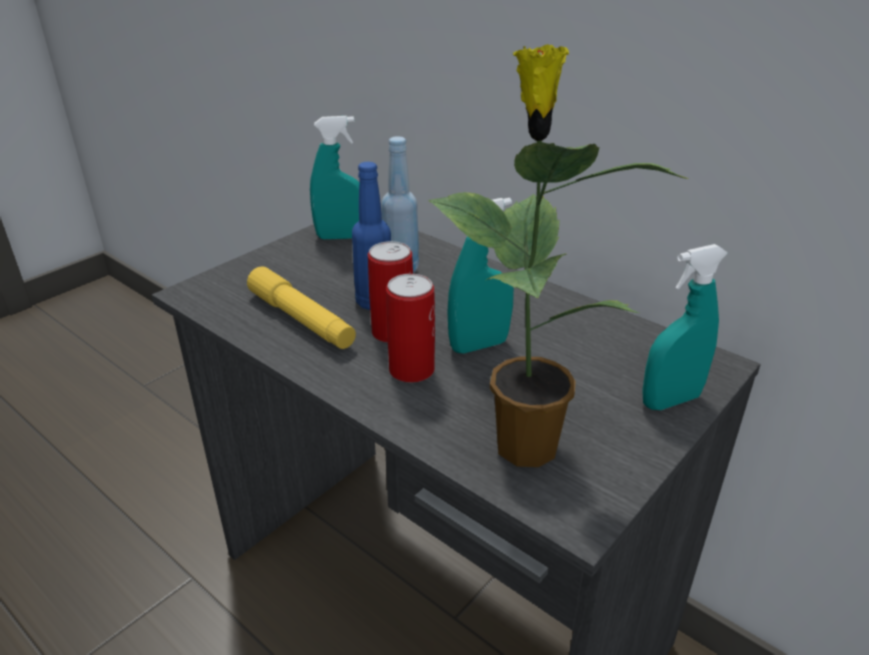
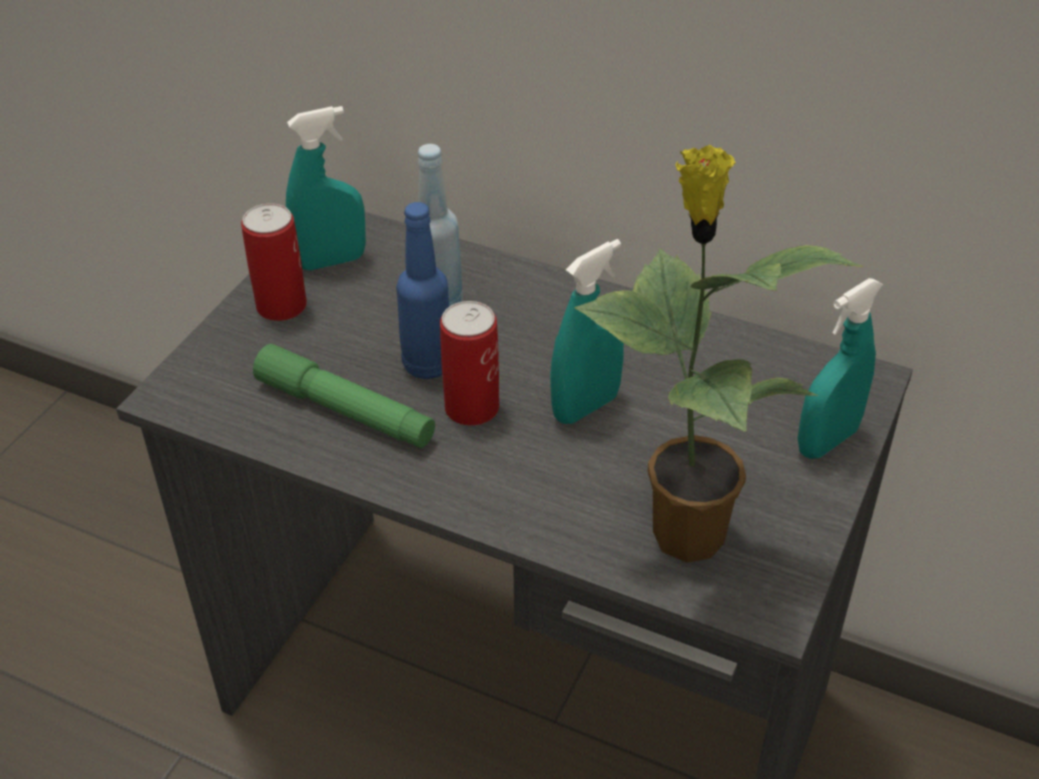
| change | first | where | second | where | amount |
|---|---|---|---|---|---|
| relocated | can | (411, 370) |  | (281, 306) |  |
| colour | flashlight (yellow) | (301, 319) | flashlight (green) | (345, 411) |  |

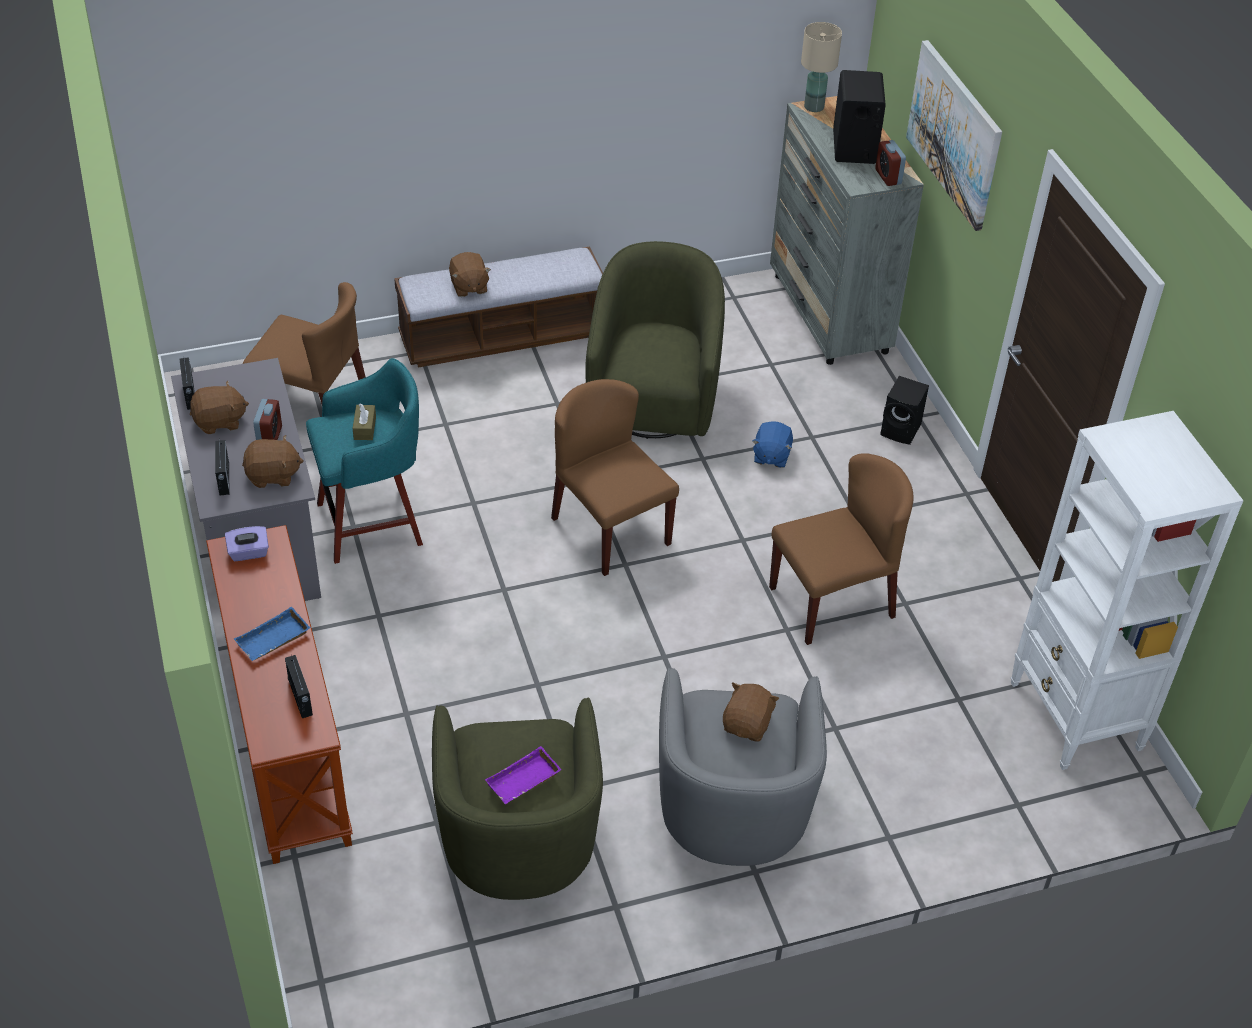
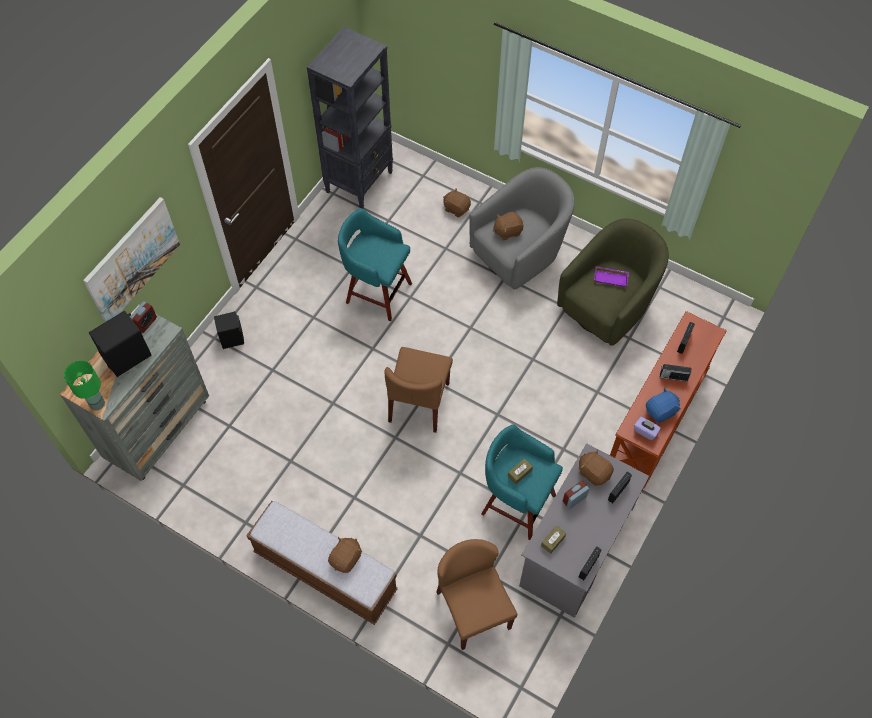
| change | first | where | second | where | amount |
|---|---|---|---|---|---|
| colour | table lamp (beige) | (814, 107) | table lamp (green) | (97, 403) |  |
| colour | bookcase (white) | (1075, 717) | bookcase (black) | (359, 181) |  |
| exchanged | chair (brown) | (832, 601) | stool (turquoise) | (377, 292) |  |
| relocated | plush toy (brown) | (220, 422) |  | (456, 208) |  |
| appeared |  |  | tissue box (brown) | (553, 541) |  |
| relocated | plush toy (blue) | (771, 456) |  | (661, 411) |  |
| exchanged | tray (blue) | (273, 641) | radio | (673, 377) |  |
| missing | armchair (green) | (654, 397) |  |  |  |

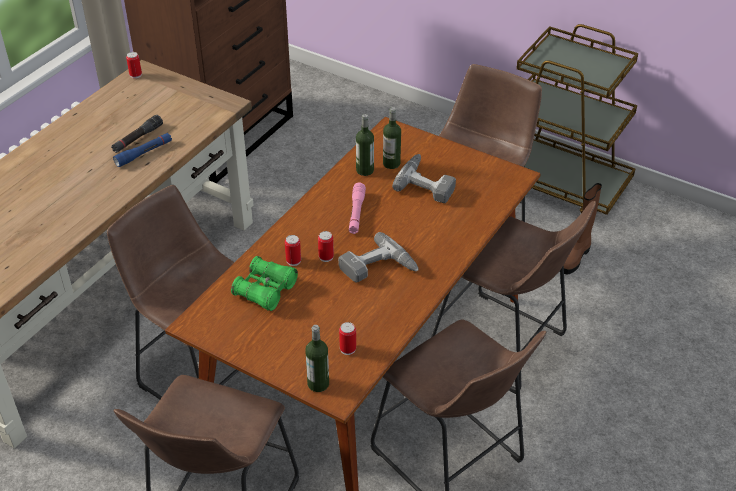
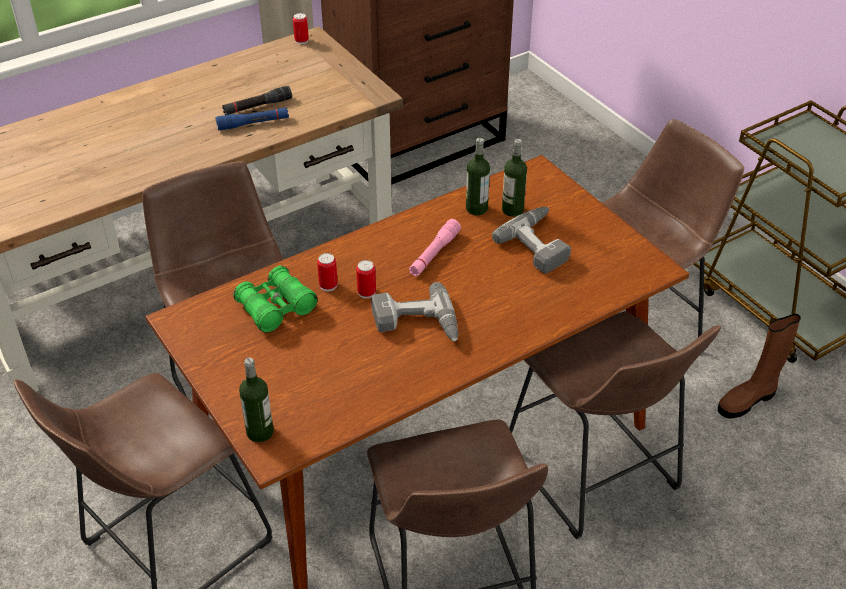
| change | first | where | second | where | amount |
|---|---|---|---|---|---|
| missing | can | (348, 349) |  |  |  |

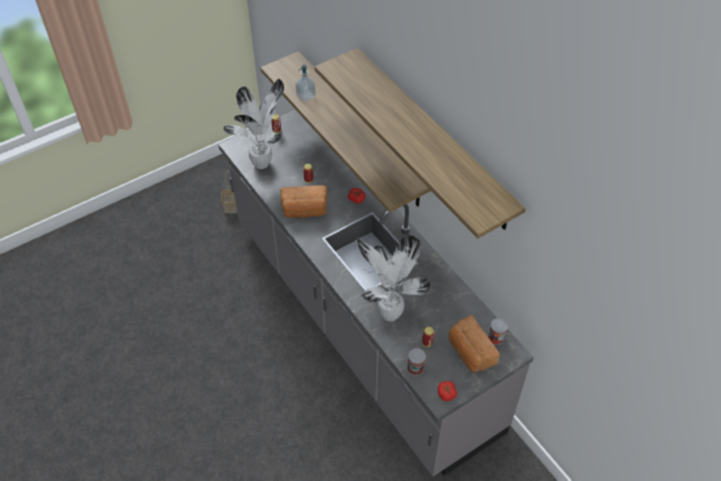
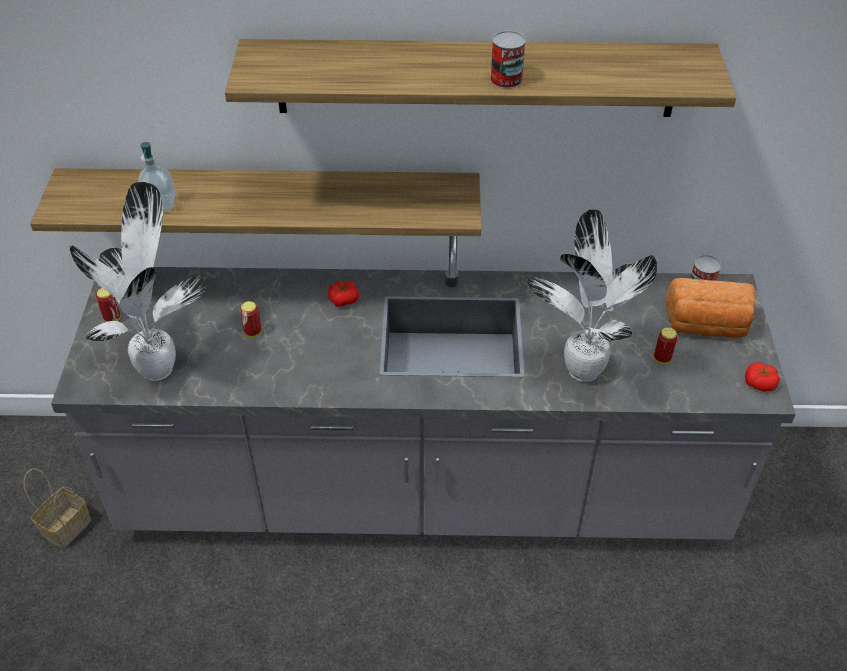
| change | first | where | second | where | amount |
|---|---|---|---|---|---|
| relocated | can | (415, 368) |  | (506, 79) |  |
| missing | bread | (304, 210) |  |  |  |

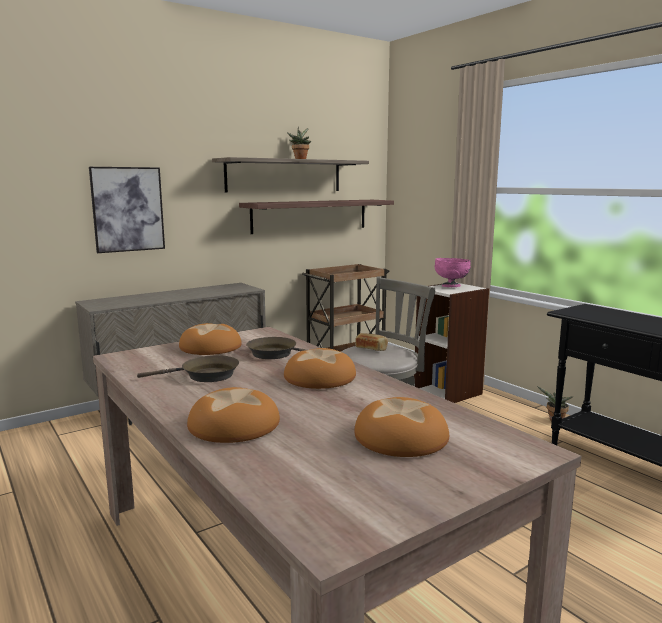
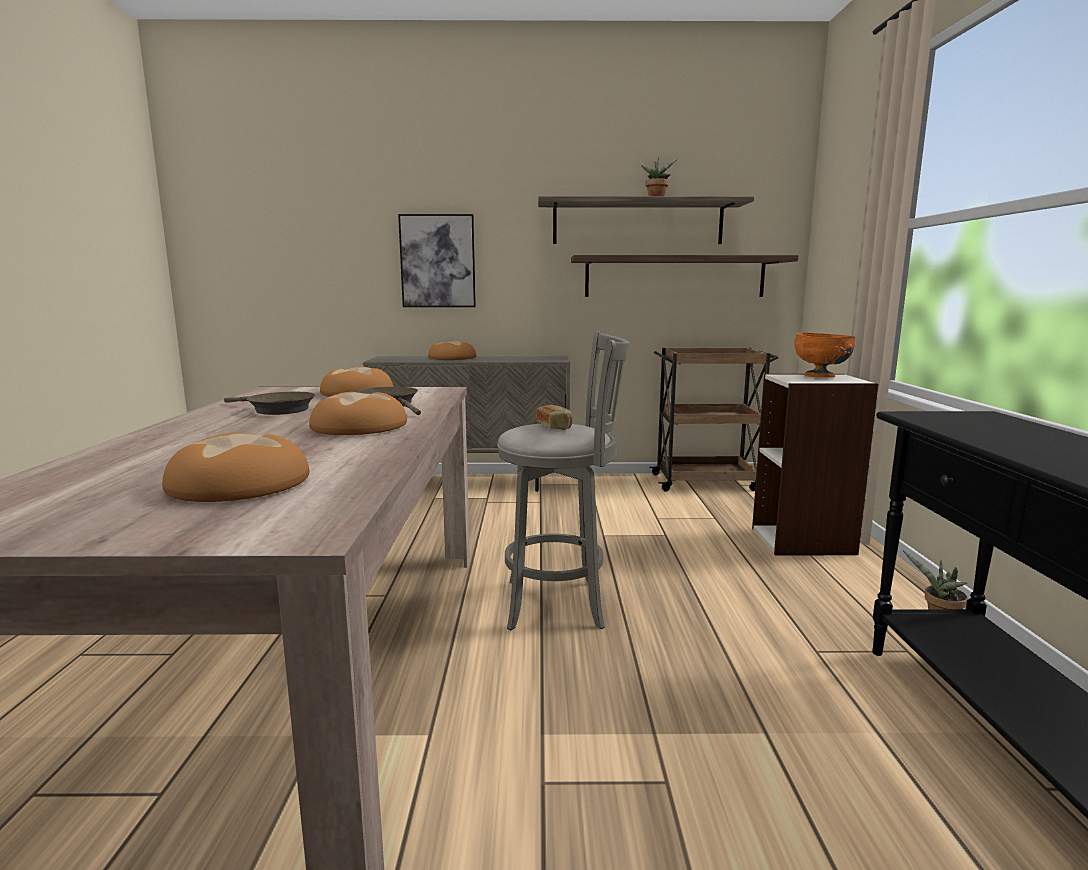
| change | first | where | second | where | amount |
|---|---|---|---|---|---|
| relocated | bread | (235, 424) |  | (453, 358) |  |
| colour | bowl (pink) | (451, 286) | bowl (orange) | (820, 377) |  |

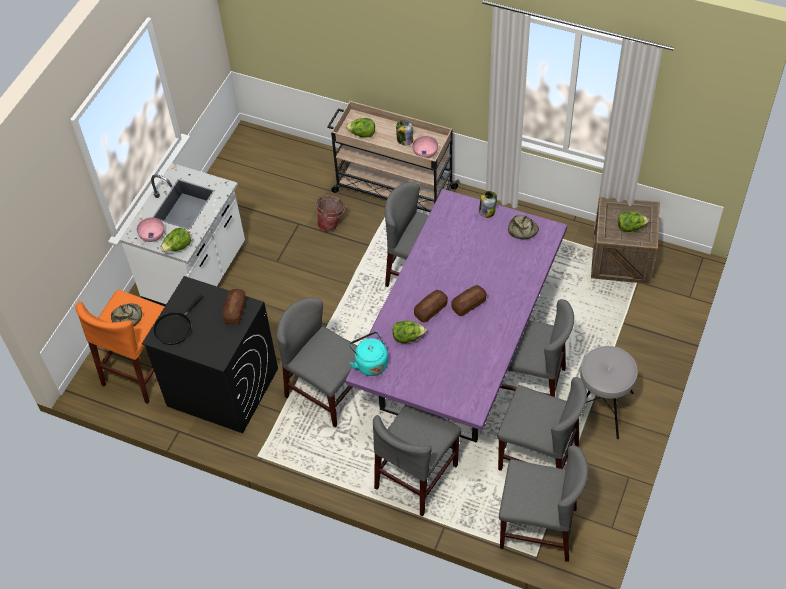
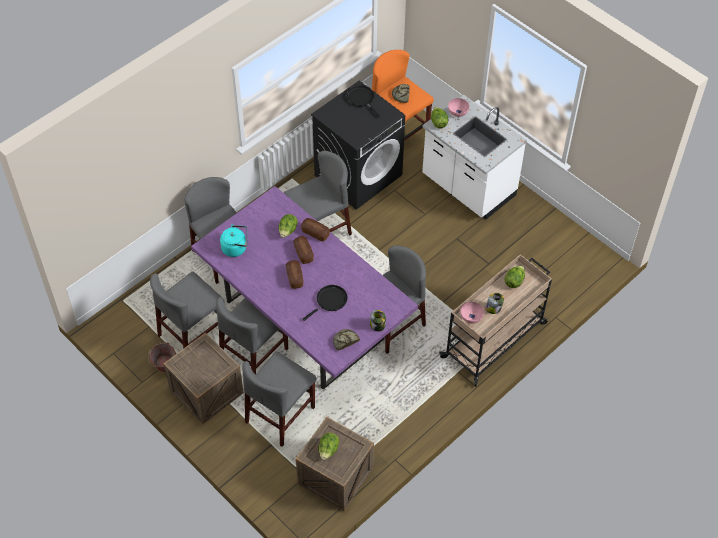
| change | first | where | second | where | amount |
|---|---|---|---|---|---|
| relocated | bucket | (332, 224) |  | (164, 368) |  |
| exchanged | stool (grey) | (601, 408) | crate | (206, 392) |  |
| relocated | kettle (turquoise) | (370, 363) |  | (236, 248) |  |
| relocated | chair (grey) | (538, 528) |  | (280, 415) |  |
| relocated | bread | (235, 310) |  | (315, 233) |  |
| appeared |  |  | frying pan (black) | (330, 301) |  |

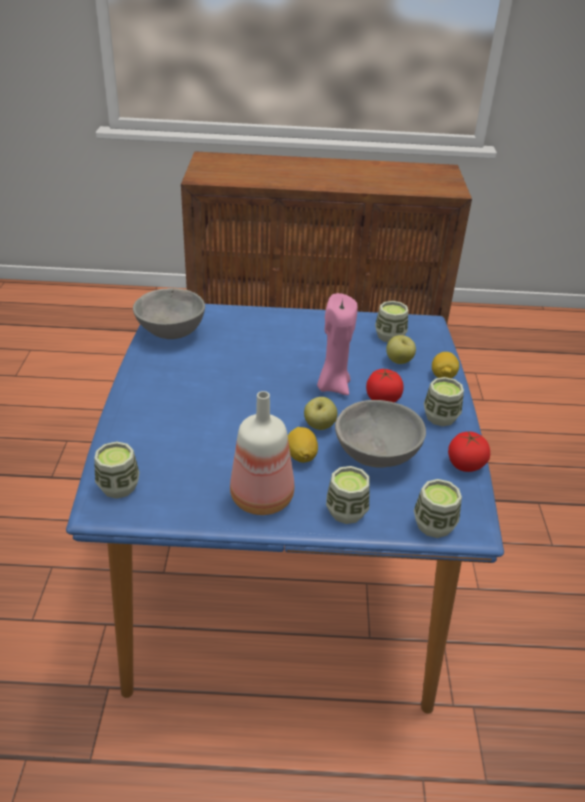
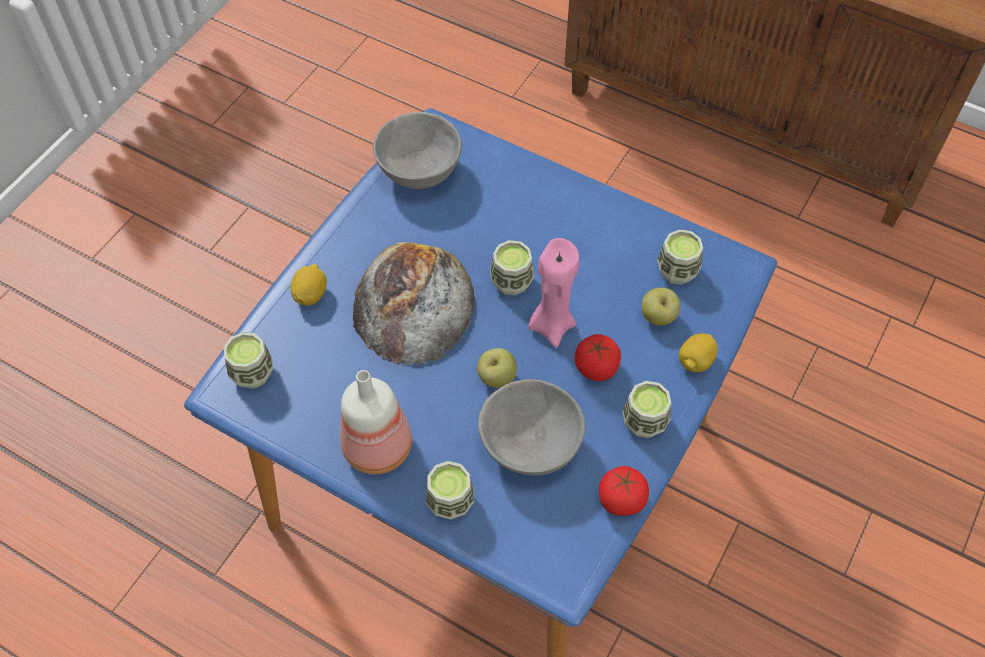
| change | first | where | second | where | amount |
|---|---|---|---|---|---|
| relocated | lemon | (301, 456) |  | (310, 294) |  |
| appeared |  |  | bread | (413, 302) |  |
| relocated | cup | (434, 525) |  | (511, 281) |  |

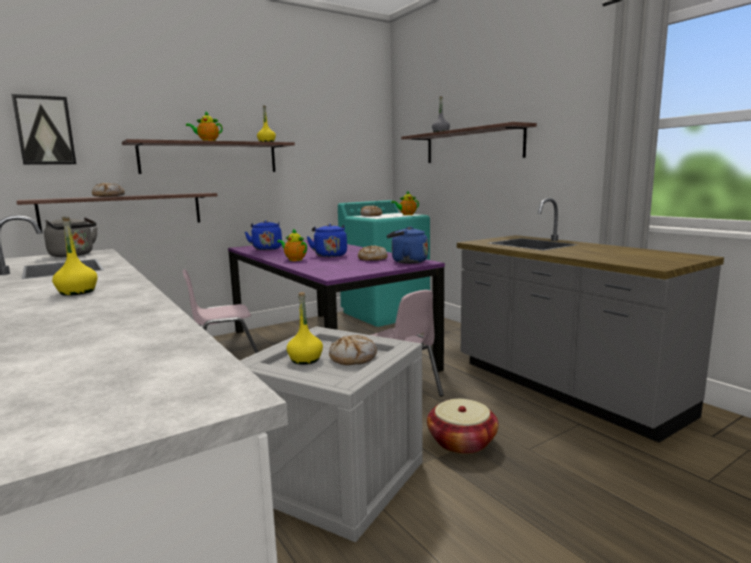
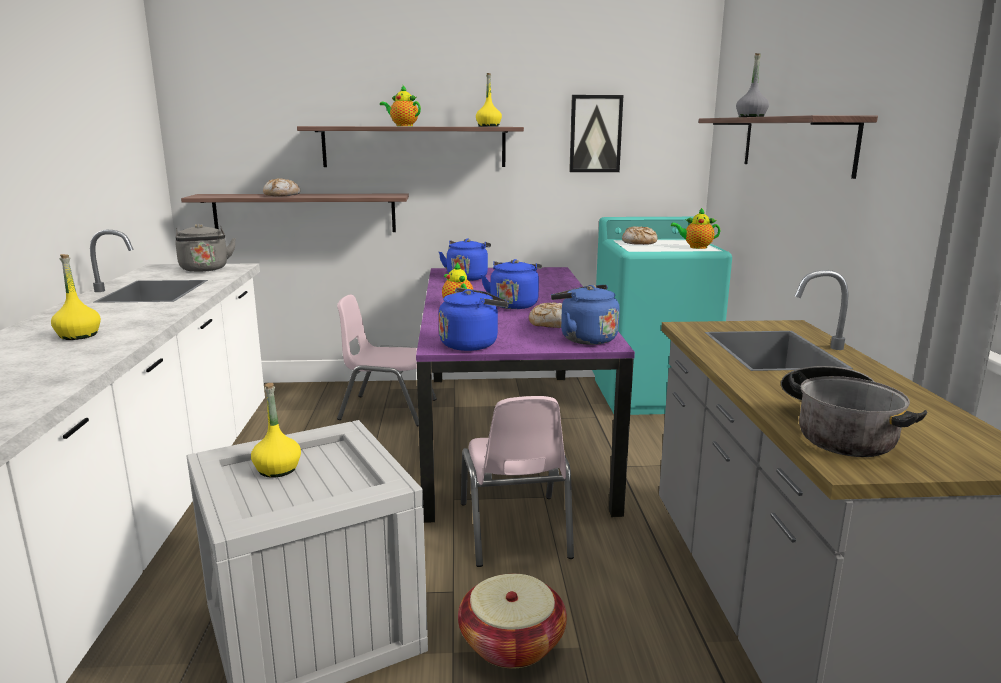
| change | first | where | second | where | amount |
|---|---|---|---|---|---|
| appeared |  |  | kettle (blue) | (472, 344) |  |
| relocated | picture | (45, 130) |  | (595, 134) |  |
| appeared |  |  | cooking pot | (837, 431) |  |
| missing | bread | (353, 358) |  |  |  |

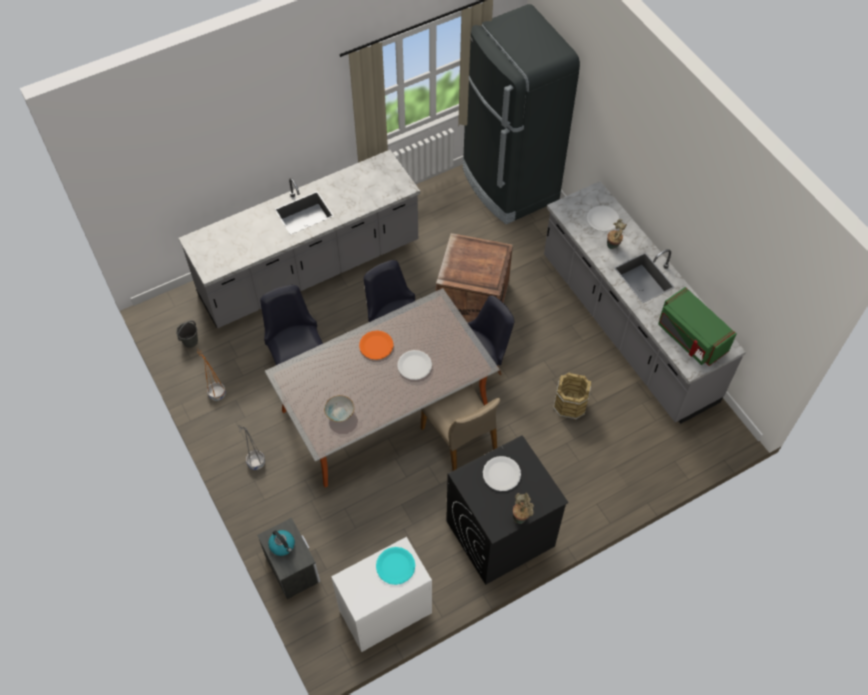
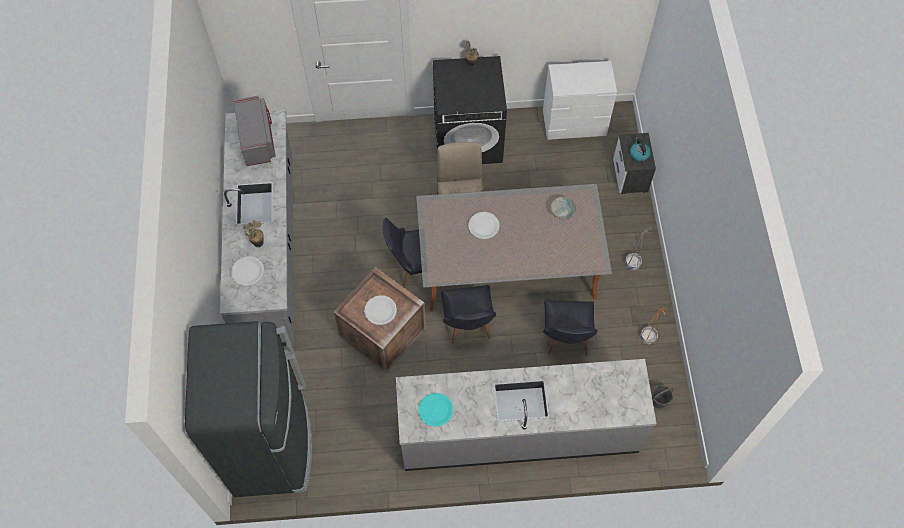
| change | first | where | second | where | amount |
|---|---|---|---|---|---|
| colour | microwave (green) | (690, 338) | microwave (grey) | (258, 139) |  |
| relocated | plate (white) | (501, 474) |  | (380, 310) |  |
| relocated | plate (turquoise) | (395, 566) |  | (435, 410) |  |
| missing | plate (orange) | (376, 346) |  |  |  |
| missing | bucket (brown) | (570, 405) |  |  |  |

